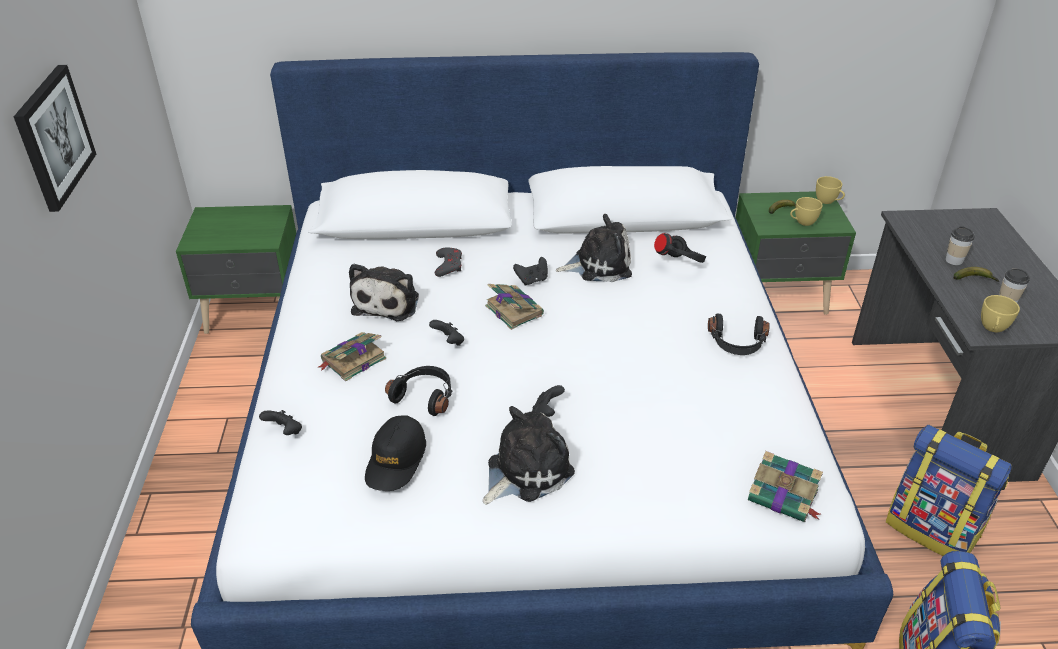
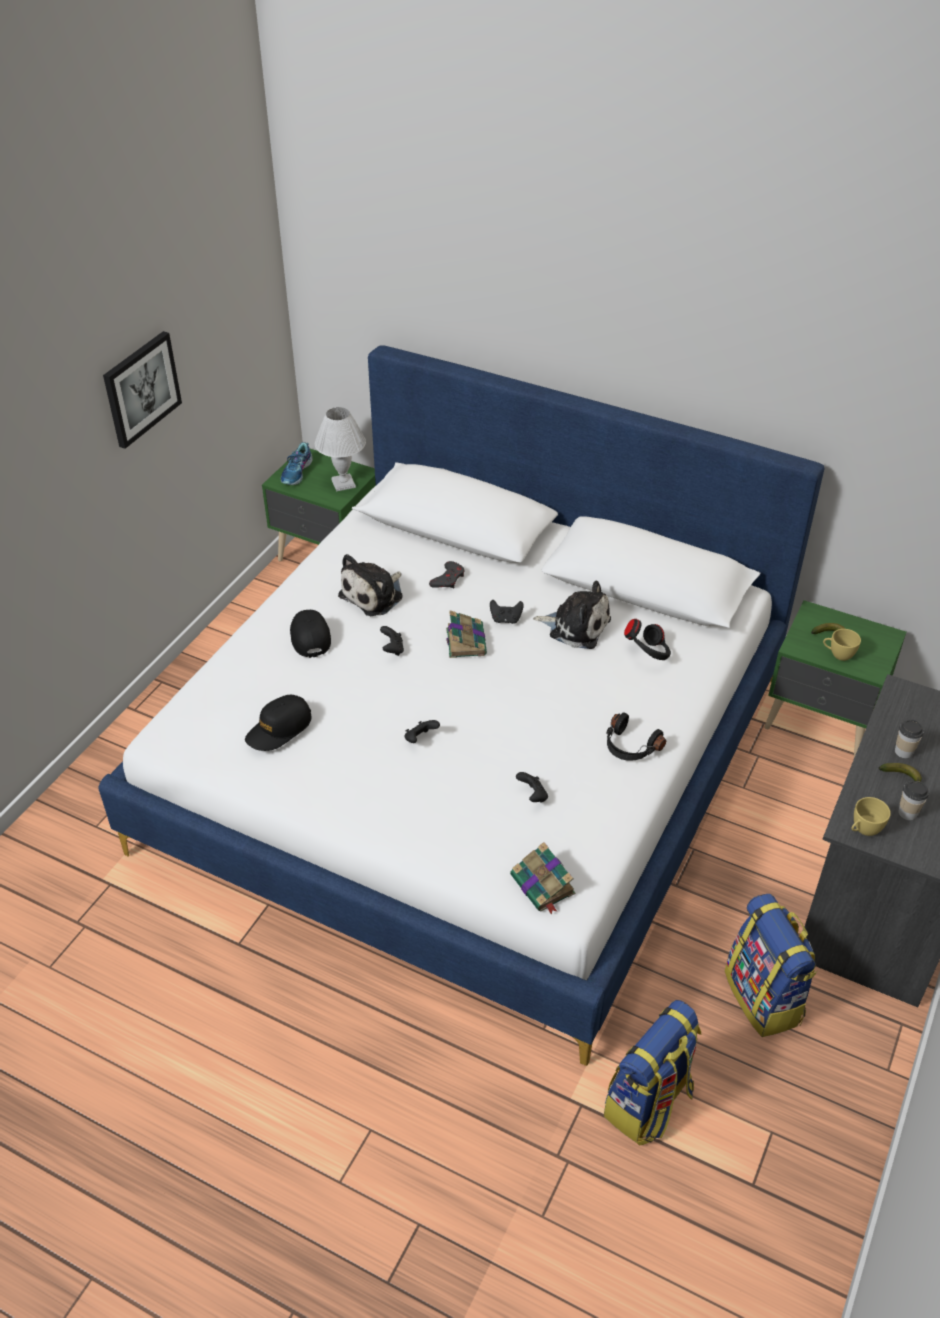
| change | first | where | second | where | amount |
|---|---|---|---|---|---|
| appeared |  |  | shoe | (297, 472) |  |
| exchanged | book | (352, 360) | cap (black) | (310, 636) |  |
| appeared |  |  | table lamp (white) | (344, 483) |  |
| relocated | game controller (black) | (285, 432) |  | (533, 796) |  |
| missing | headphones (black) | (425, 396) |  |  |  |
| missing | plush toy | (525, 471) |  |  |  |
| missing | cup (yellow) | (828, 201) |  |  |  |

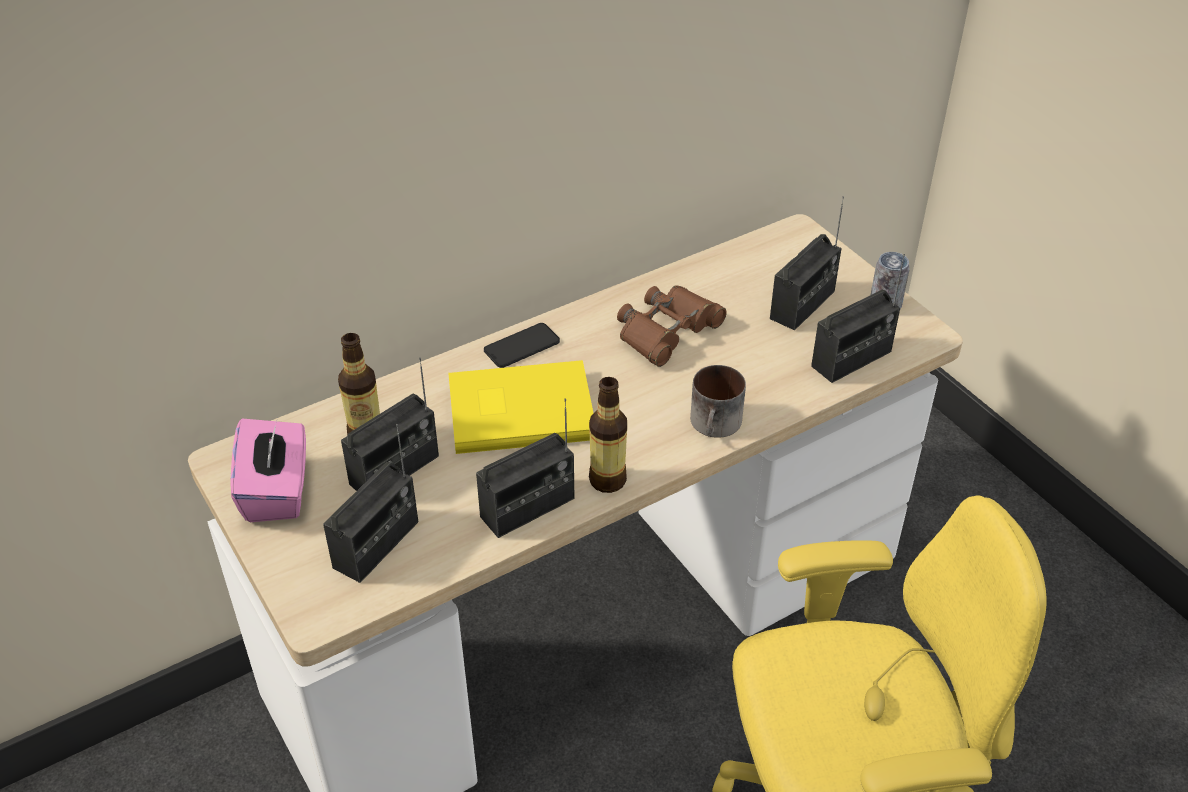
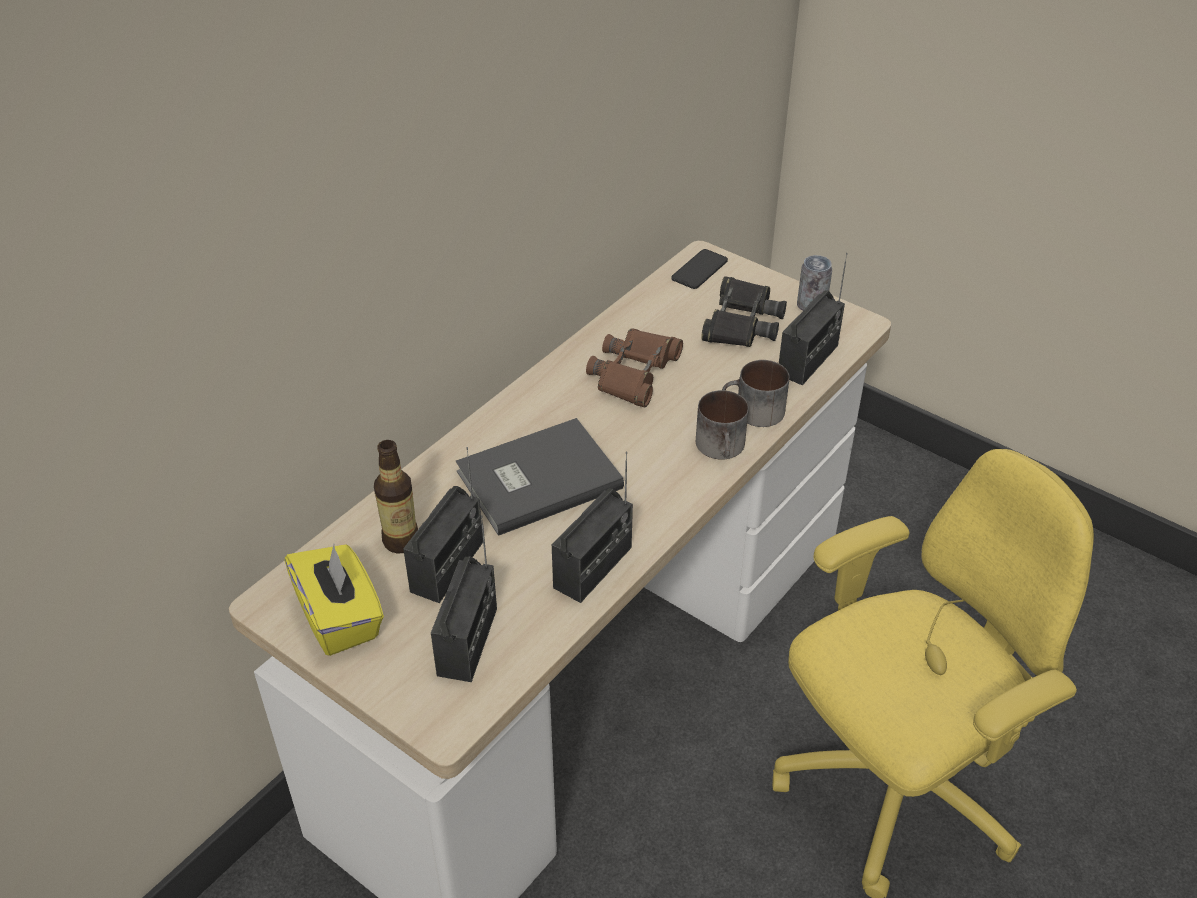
| change | first | where | second | where | amount |
|---|---|---|---|---|---|
| colour | tissue box (pink) | (277, 491) | tissue box (yellow) | (340, 618) |  |
| colour | book (yellow) | (518, 409) | book (grey) | (535, 478) |  |
| relocated | phone | (522, 346) |  | (699, 270) |  |
| exchanged | radio | (802, 305) | binoculars (black) | (741, 322) |  |
| appeared |  |  | mug | (753, 412) |  |
| missing | bottle | (607, 480) |  |  |  |

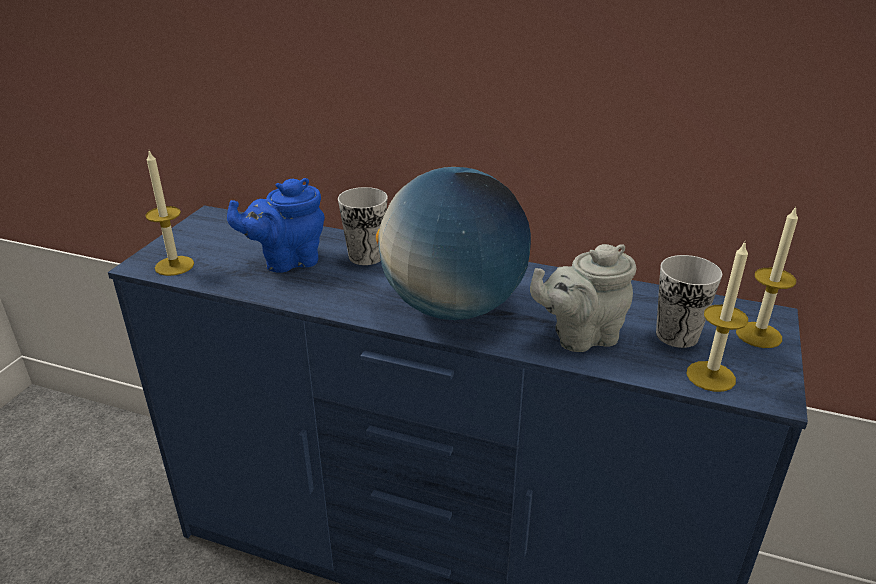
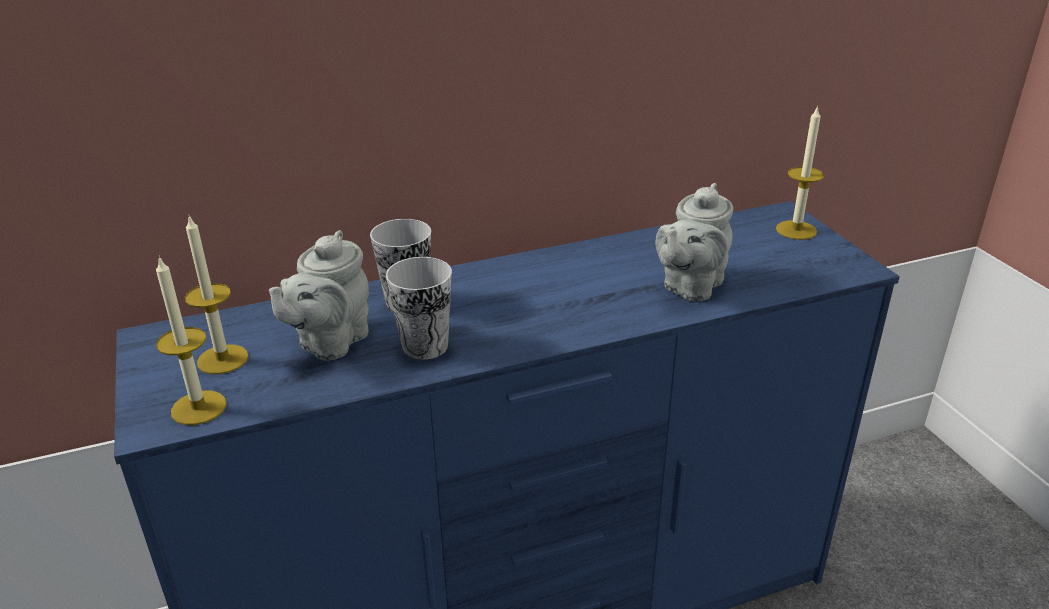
| change | first | where | second | where | amount |
|---|---|---|---|---|---|
| relocated | candle | (710, 376) |  | (223, 359) |  |
| colour | teapot (blue) | (287, 261) | teapot (grey) | (330, 342) |  |
| relocated | cup | (677, 335) |  | (425, 346) |  |
| missing | globe | (453, 307) |  |  |  |

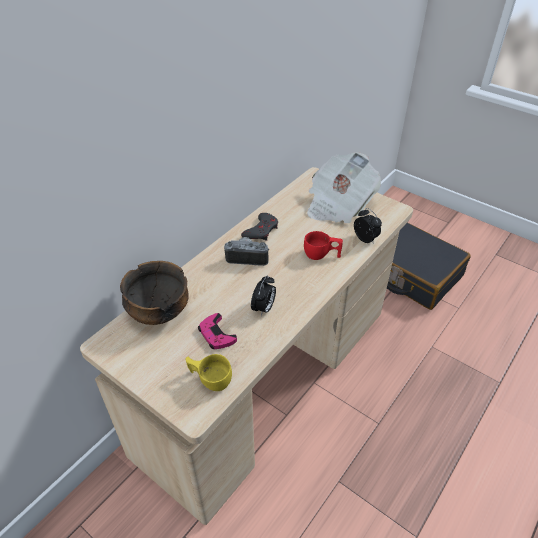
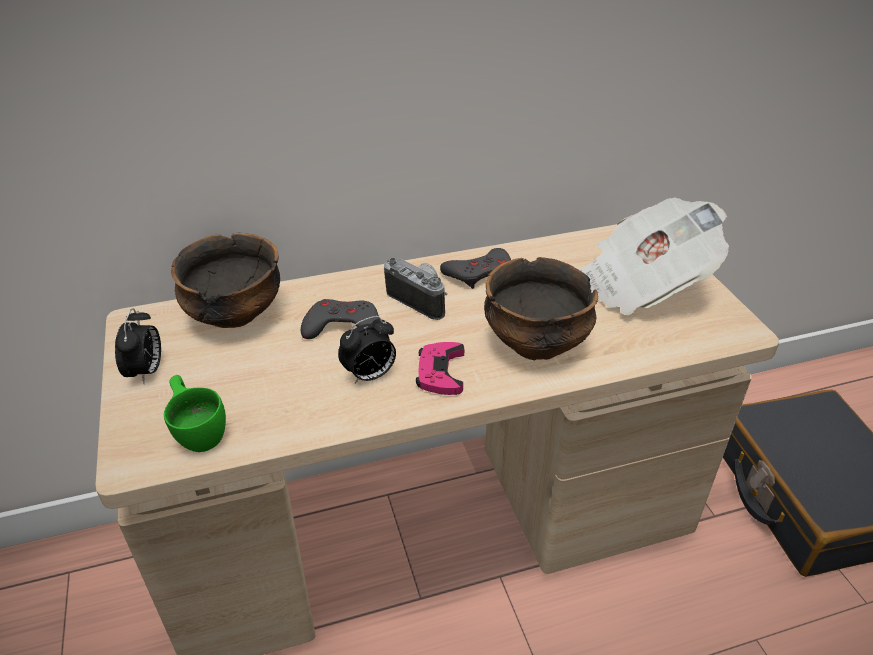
| change | first | where | second | where | amount |
|---|---|---|---|---|---|
| relocated | alarm clock | (366, 239) |  | (146, 372) |  |
| colour | cup (yellow) | (210, 379) | cup (green) | (199, 430) |  |
| appeared |  |  | game controller (grey) | (343, 327) |  |
| relocated | game controller (pink) | (216, 334) |  | (440, 372) |  |
| exchanged | cup (red) | (321, 255) | bowl | (536, 344) |  |

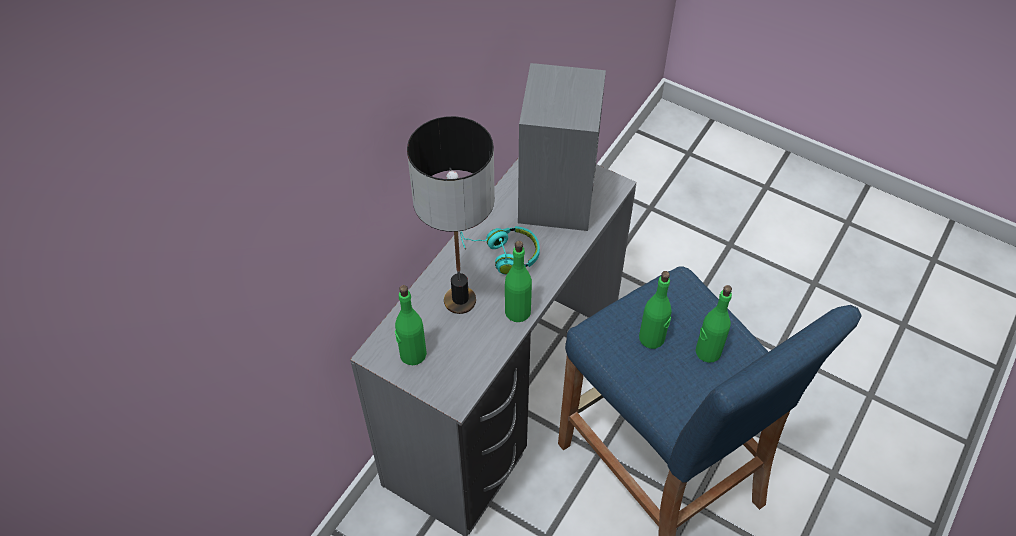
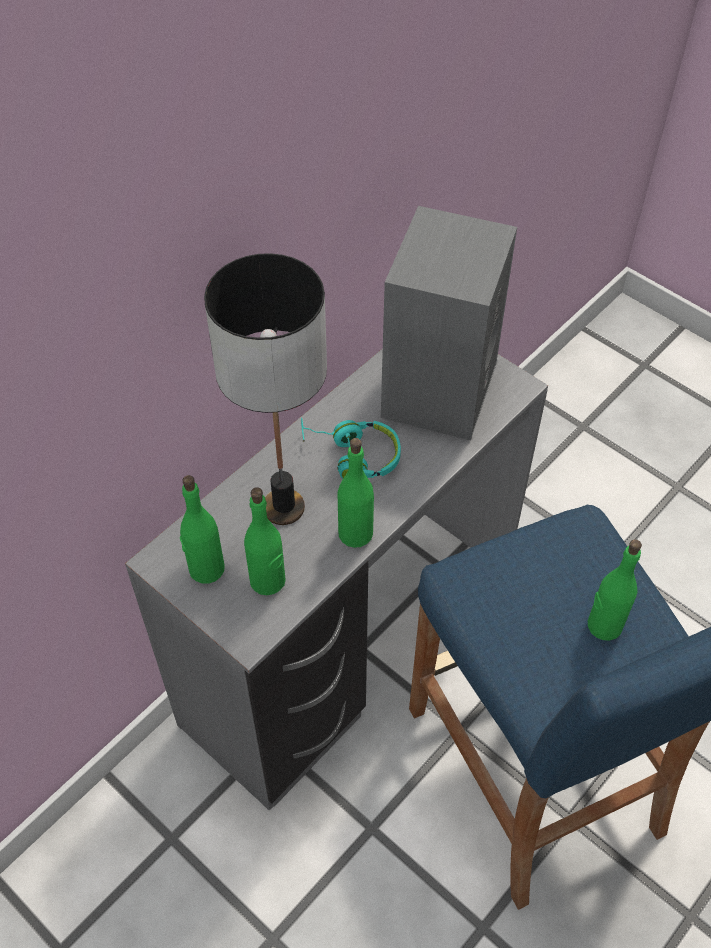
| change | first | where | second | where | amount |
|---|---|---|---|---|---|
| relocated | bottle (green) | (652, 338) |  | (268, 580) |  |

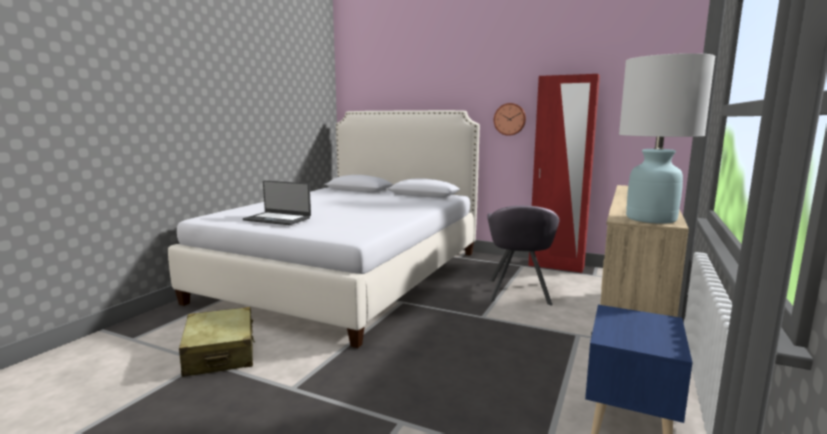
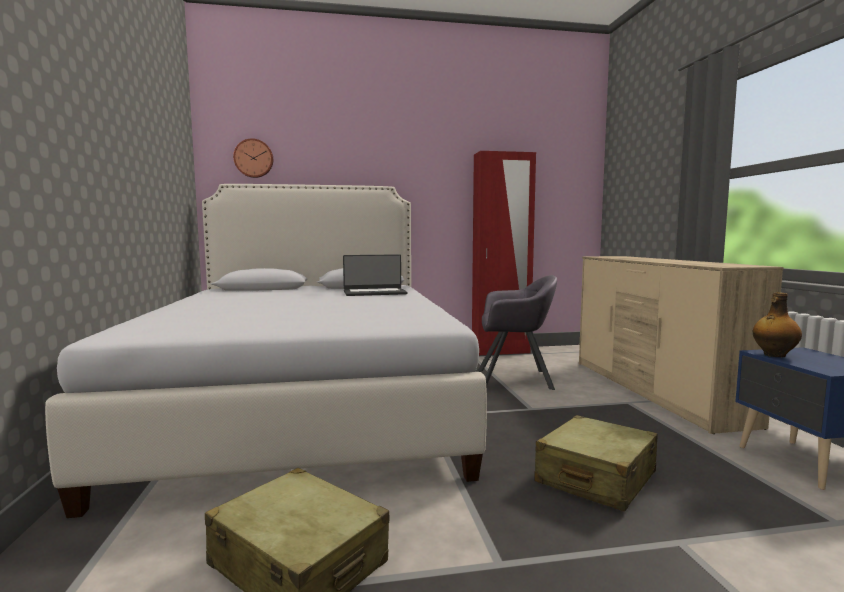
| change | first | where | second | where | amount |
|---|---|---|---|---|---|
| relocated | wall clock | (510, 119) |  | (254, 158) |  |
| relocated | laptop | (278, 219) |  | (374, 293) |  |
| spun | armchair (grey) | (518, 292) |  | (514, 379) | 60 degrees counterclockwise |
| appeared |  |  | suitcase (beige) | (596, 478) |  |
| appeared |  |  | bottle | (774, 355) |  |
| missing | table lamp (white) | (650, 219) |  |  |  |

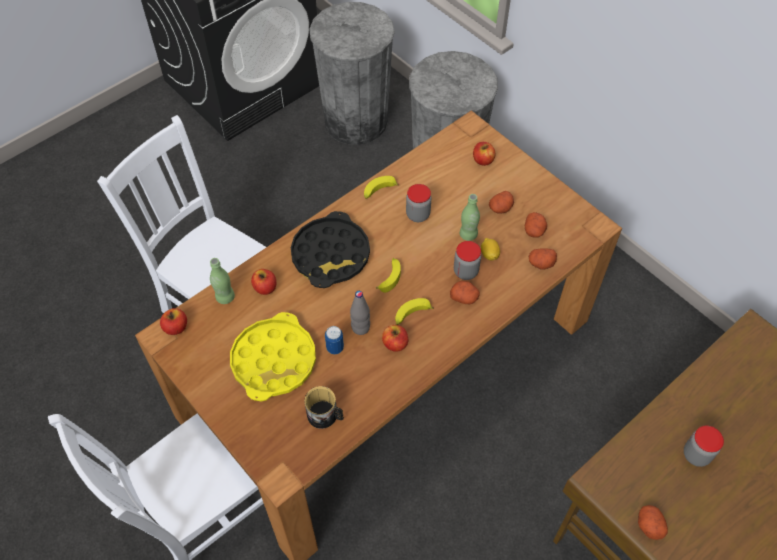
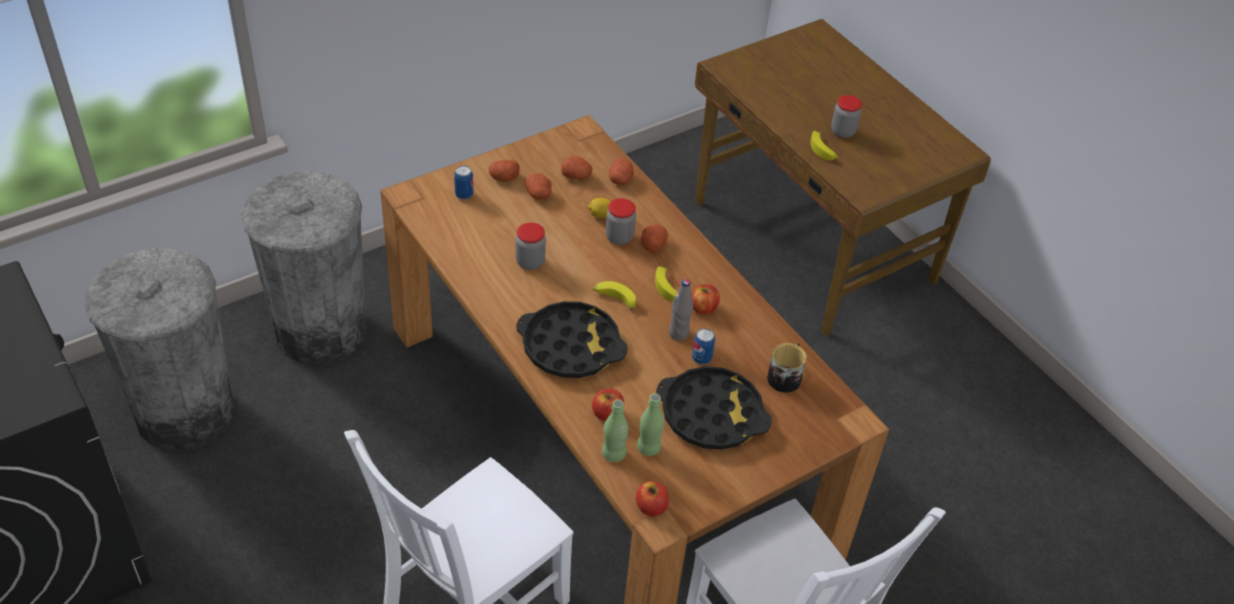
| change | first | where | second | where | amount |
|---|---|---|---|---|---|
| exchanged | apple | (483, 160) | can | (464, 195) |  |
| relocated | potato | (649, 525) |  | (503, 177) |  |
| relocated | bottle (green) | (468, 235) |  | (648, 448) |  |
| colour | tray (yellow) | (274, 361) | tray (black) | (712, 414) |  |
| relocated | banana | (379, 191) |  | (823, 150) |  |

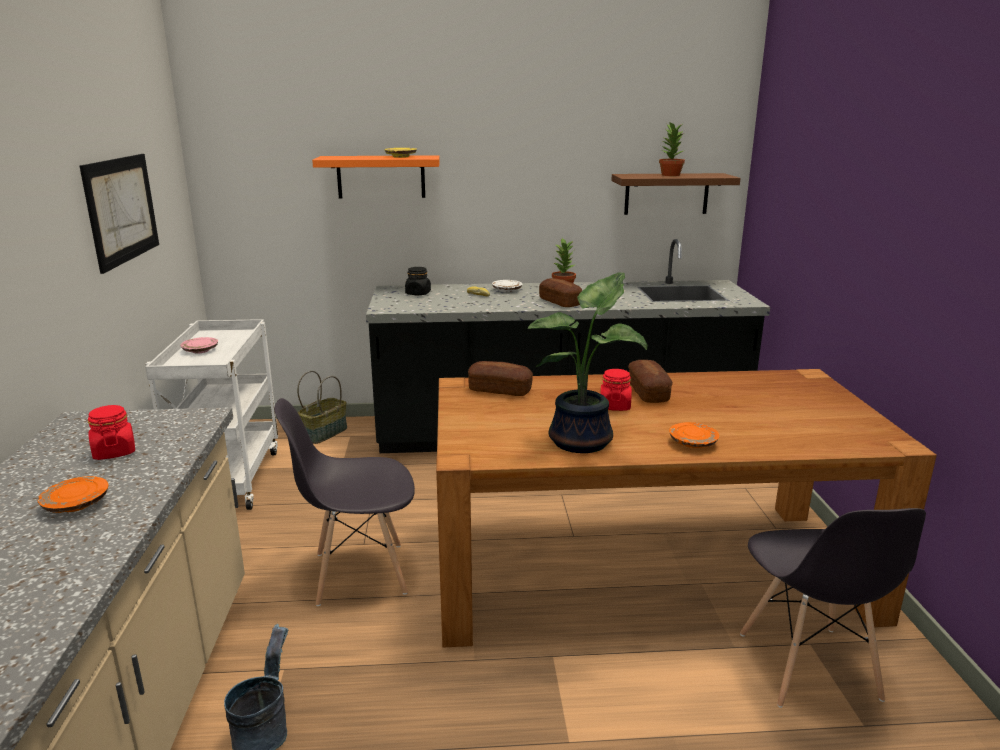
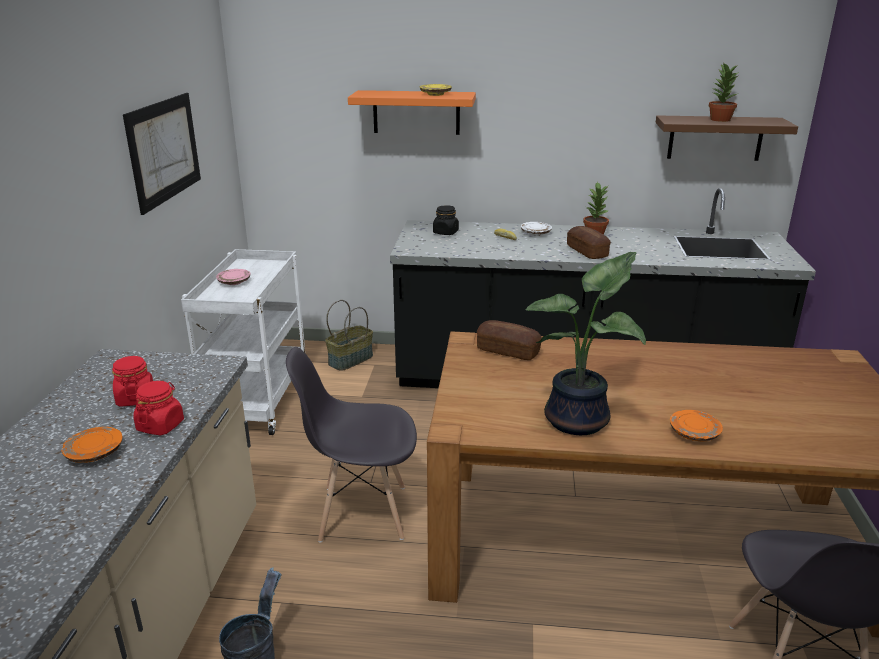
| change | first | where | second | where | amount |
|---|---|---|---|---|---|
| relocated | jar (red) | (614, 406) |  | (160, 425) |  |
| missing | bread | (648, 392) |  |  |  |

